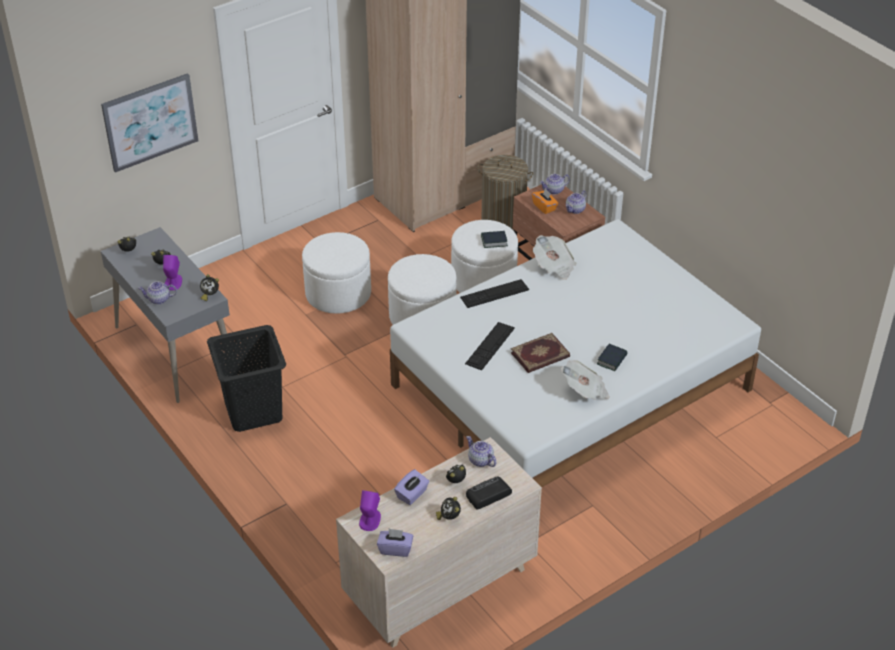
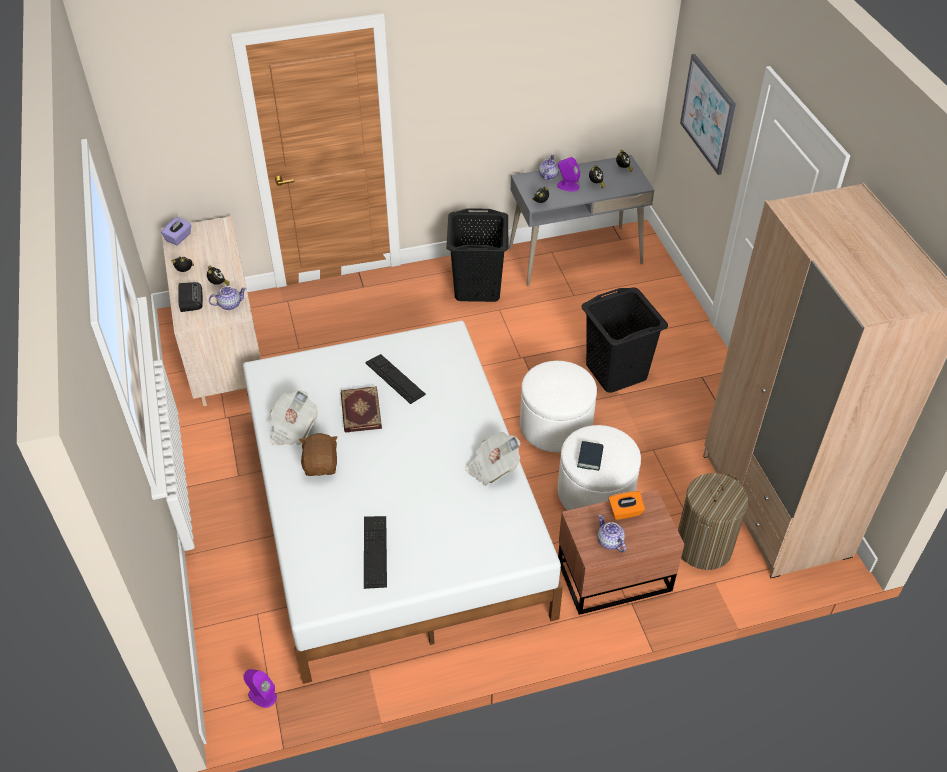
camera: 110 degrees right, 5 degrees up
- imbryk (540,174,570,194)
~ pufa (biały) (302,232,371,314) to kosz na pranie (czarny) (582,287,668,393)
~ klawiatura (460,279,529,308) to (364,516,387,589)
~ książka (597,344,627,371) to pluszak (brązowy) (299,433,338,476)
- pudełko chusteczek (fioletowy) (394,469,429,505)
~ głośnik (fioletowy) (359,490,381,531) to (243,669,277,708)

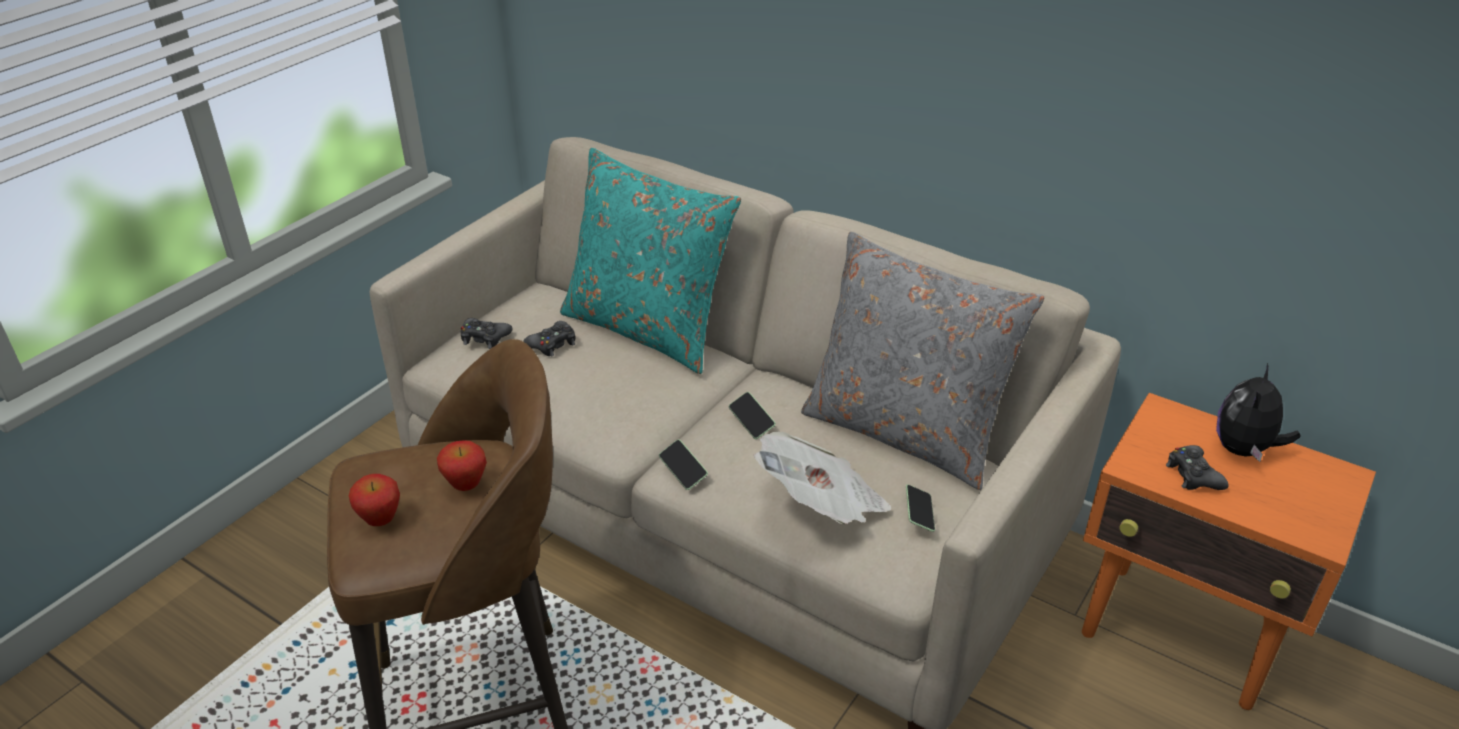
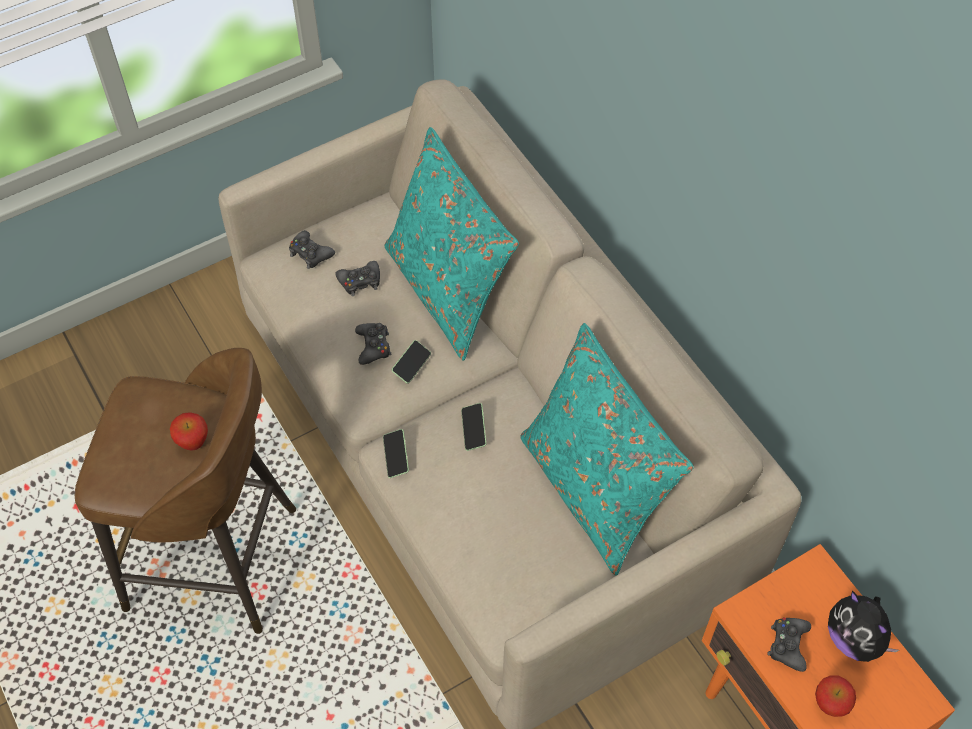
camera: 25 degrees right, 20 degrees up
~ poduszka (szary) (801,232,1044,490) to poduszka (turkusowy) (520,323,694,576)
~ pluszak (1216,363,1301,462) = (828,591,899,662) 90 degrees counterclockwise
- gazeta (754,431,891,525)
~ jabłko (349,474,400,526) to (815,675,856,717)
~ telefon (906,485,935,532) to (392,340,431,384)
+ pad do gier (czarny) (355,323,391,365)

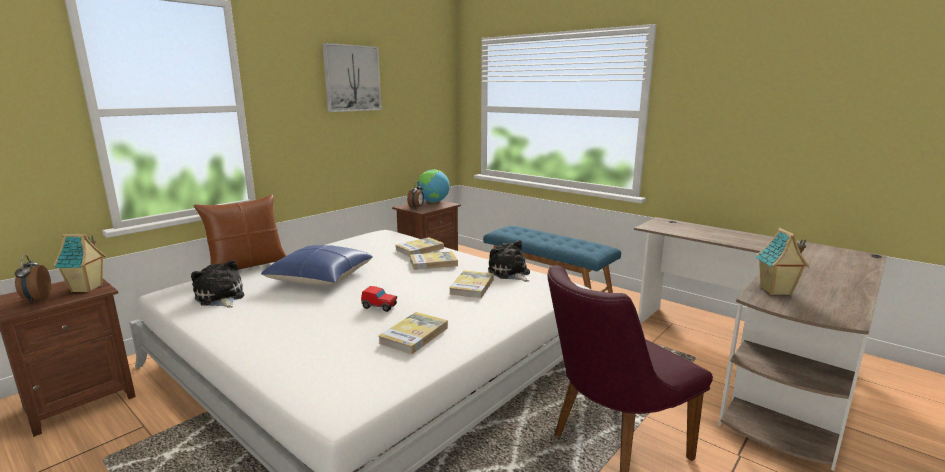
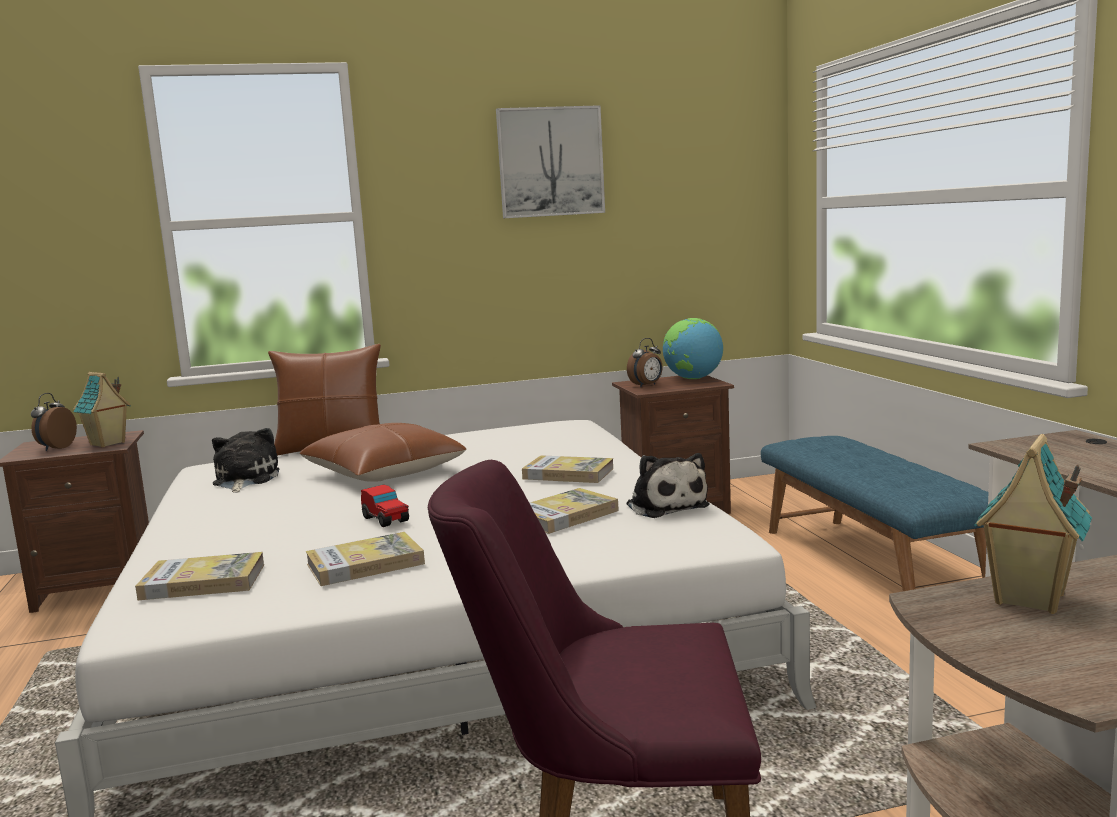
camera: 35 degrees right, 5 degrees down
~ książka (396,237,444,257) to (135,552,264,600)
~ pluszak (488,240,530,282) = (626,453,710,518) 150 degrees clockwise
~ poduszka (niebieski) (261,245,373,285) to poduszka (brązowy) (299,423,467,482)

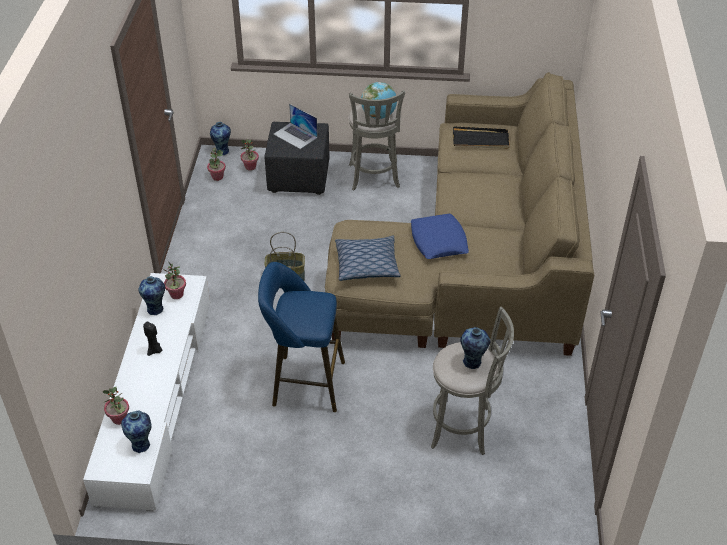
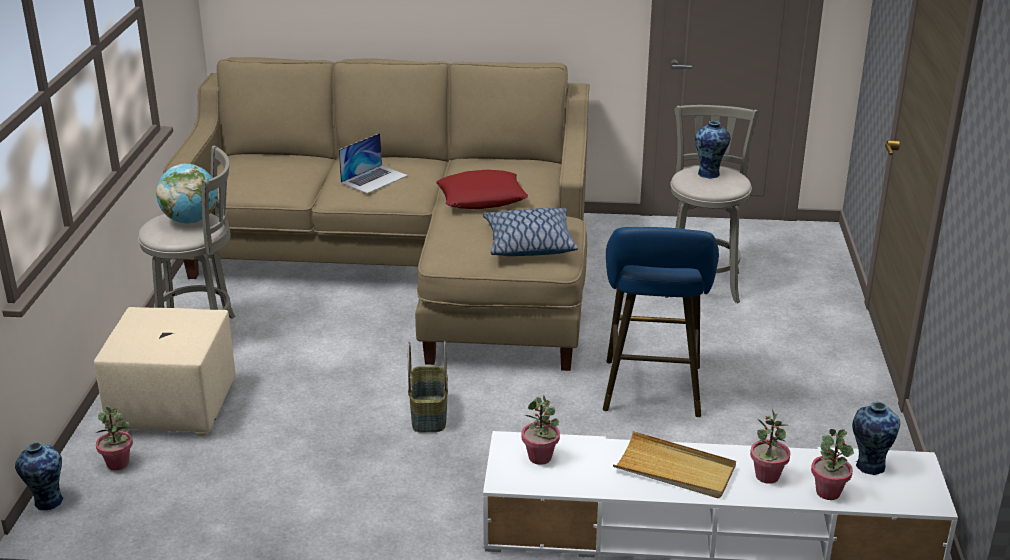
camera: 90 degrees left, 15 degrees down
~ laptop (273,104,318,149) to (339,133,408,194)
~ pufa (czarny) (264,122,329,195) to pufa (beżowy) (94,307,235,436)
- taca (czarny) (453,126,510,149)
~ roślina doniczkowa (207,148,226,181) to (750,409,791,484)
~ poduszka (niebieski) (411,214,469,259) to poduszka (czerwony) (436,170,528,209)
- wazon (138,276,165,315)
~ świeca (czarny) (143,322,162,356) to taca (beżowy) (613,431,736,498)

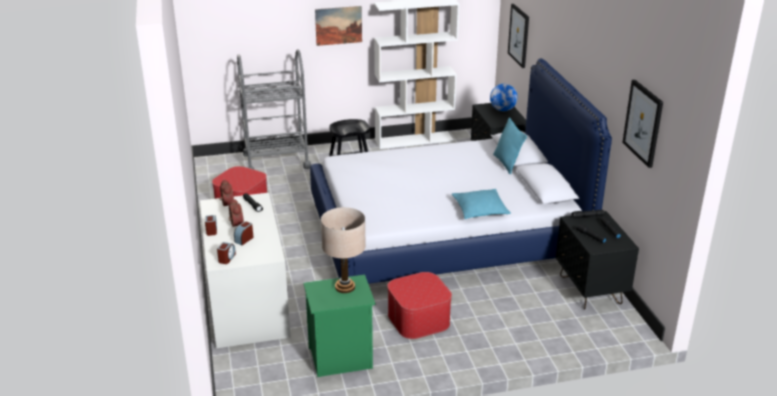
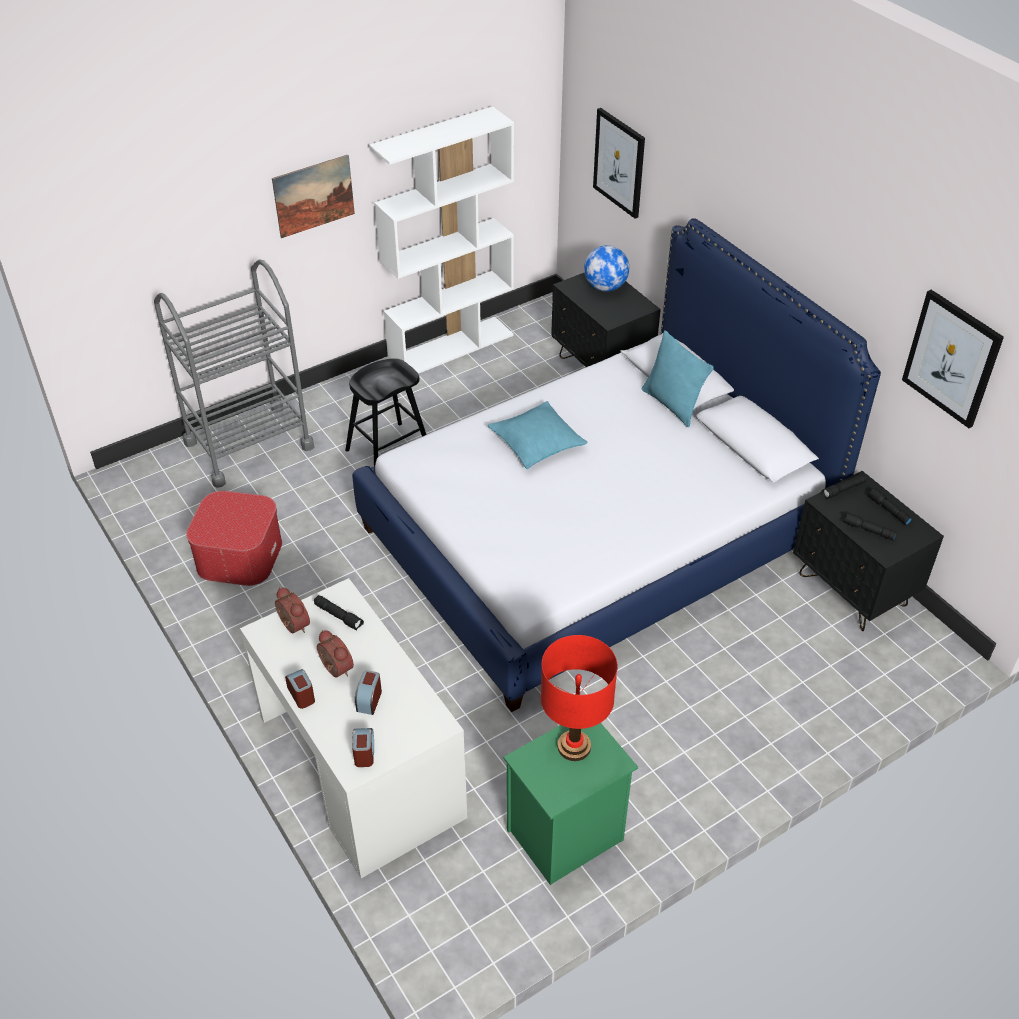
camera: 20 degrees left, 15 degrees up
~ poduszka (turkusowy) (452,189,511,219) to (488,401,588,469)
~ lampa stołowa (beżowy) (321,207,366,293) to lampa stołowa (czerwony) (541,635,618,761)
- pufa (387,272,452,339)

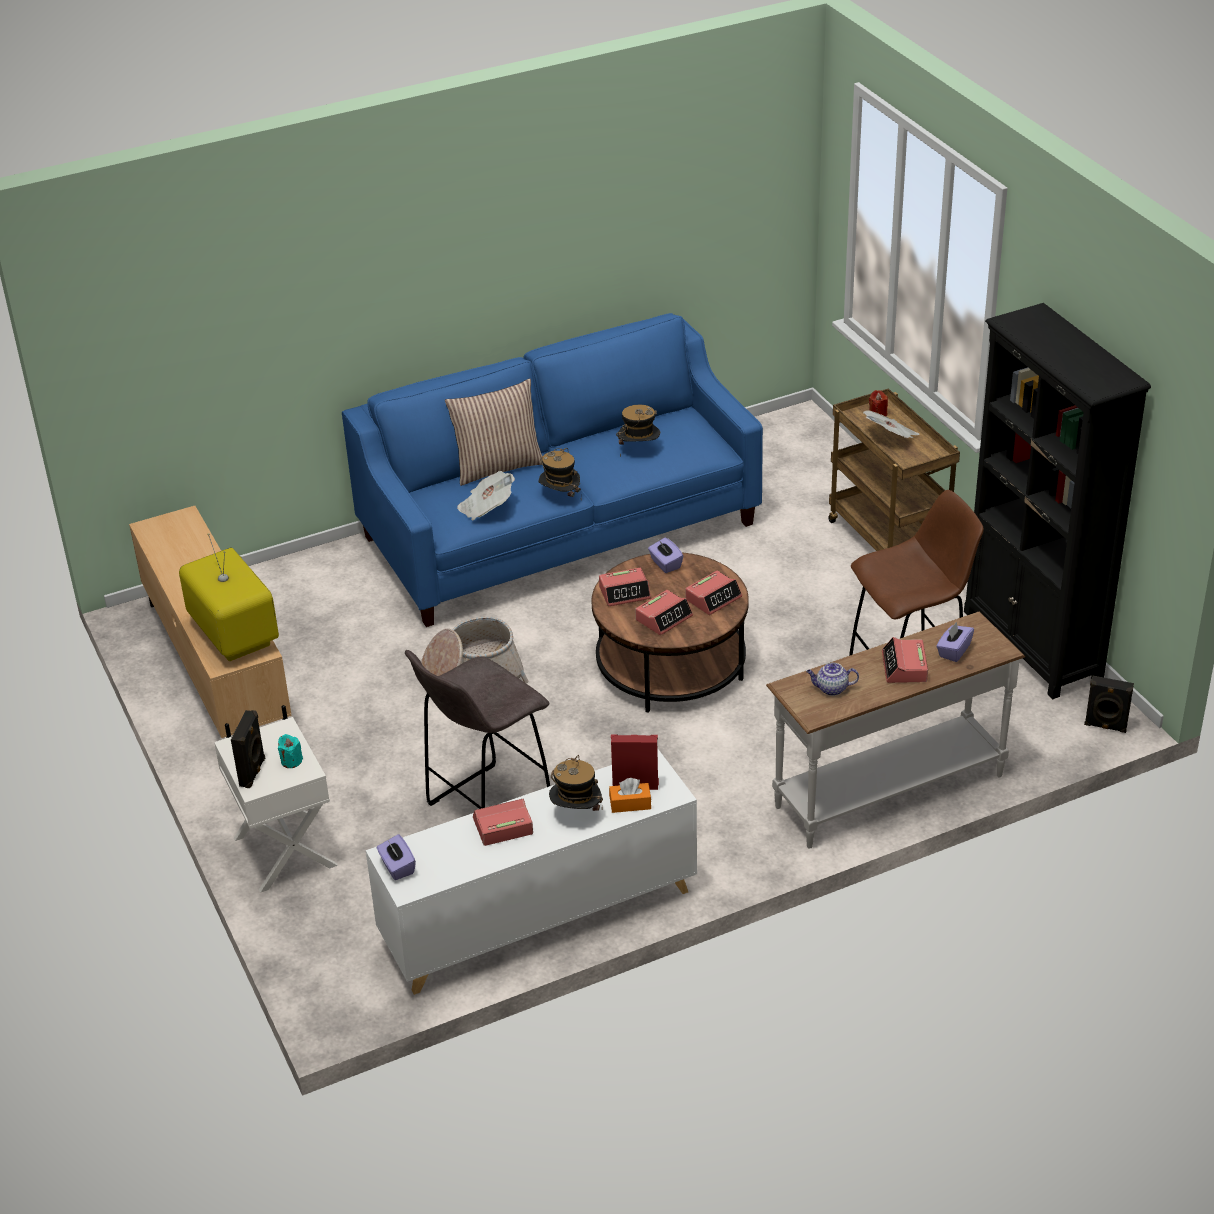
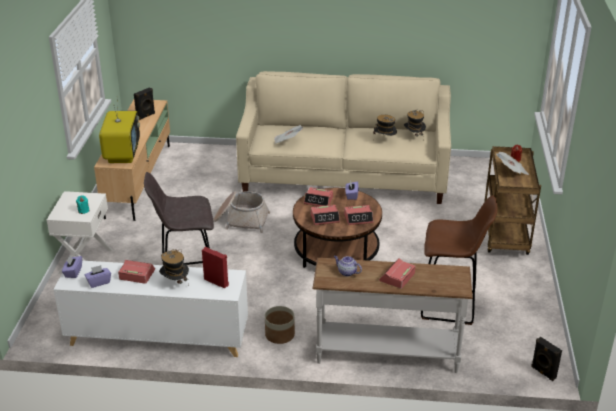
camera: 30 degrees right, 5 degrees down
- regał (czarny) (964,303,1151,699)
~ kanapa (niebieski) (342,313,763,627) to kanapa (beżowy) (236,71,451,204)
- poduszka (445,379,542,486)
~ kapelusz (539,448,581,497) to (404,110,426,137)
~ pudełko chusteczek (fioletowy) (936,622,974,662) to (85,265,111,288)
~ głośnik (czarny) (231,710,265,788) to (134,87,155,120)
- pudełko chusteczek (pomarańczowy) (609,778,651,813)
+ donica (265,306,295,344)

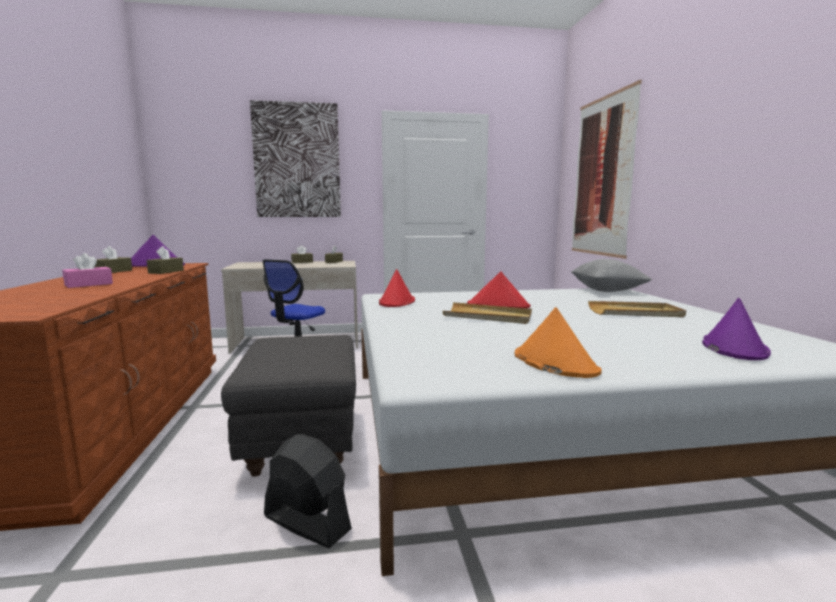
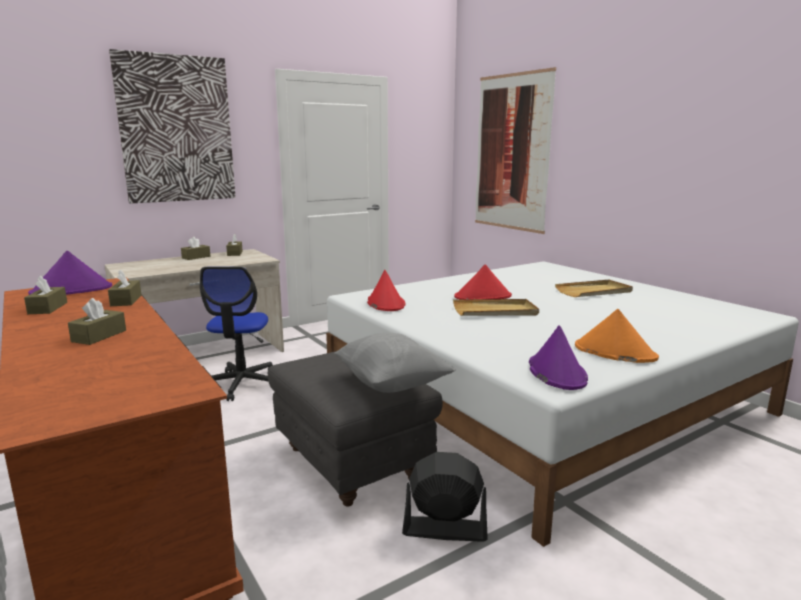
camera: 25 degrees left, 5 degrees up
~ pudełko chusteczek (różowy) (62,253,113,288) to pudełko chusteczek (brązowy) (68,298,126,345)
~ poduszka (szary) (571,259,652,292) to (335,333,455,393)
~ kapelusz (fioletowy) (702,298,771,360) to (529,325,588,390)

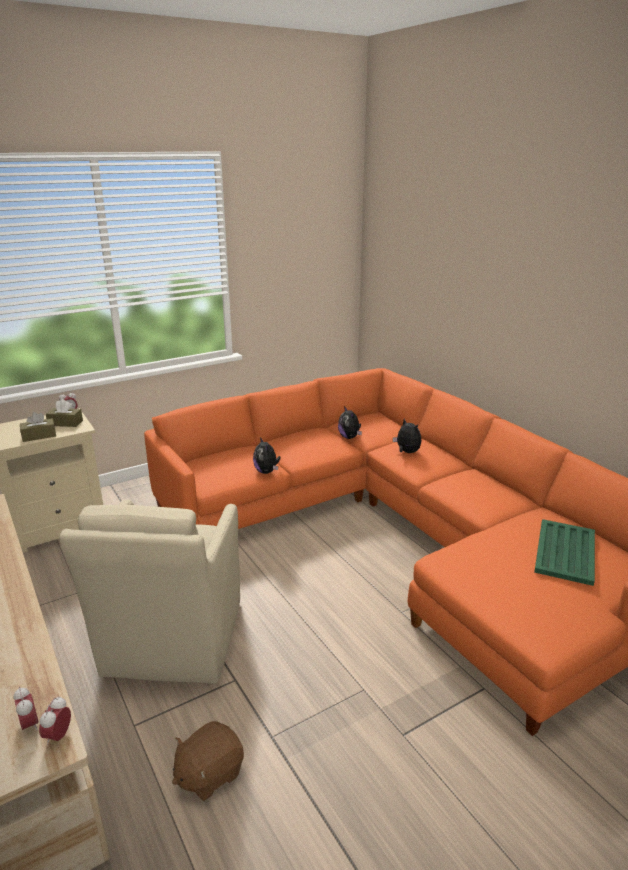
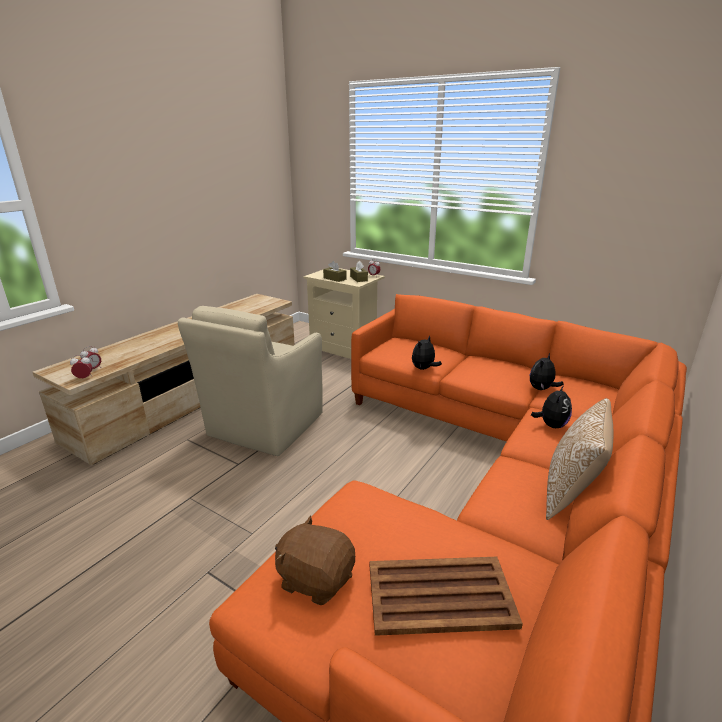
camera: 65 degrees right, 0 degrees up
~ fotel (beżowy) (59,500,240,684) = (178,306,323,456) 45 degrees counterclockwise
~ taca (zielony) (534,519,595,586) to taca (brązowy) (370,557,523,636)
~ pluszak (brązowy) (172,721,244,801) to (275,516,355,605)
+ poduszka (546,398,614,520)

